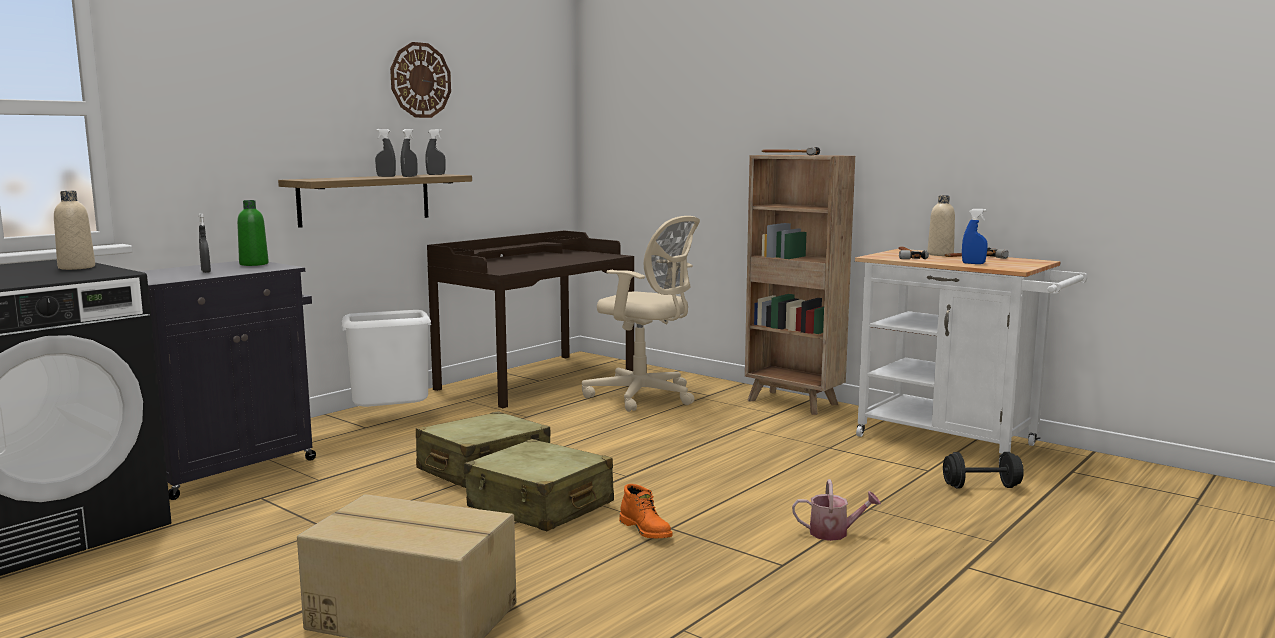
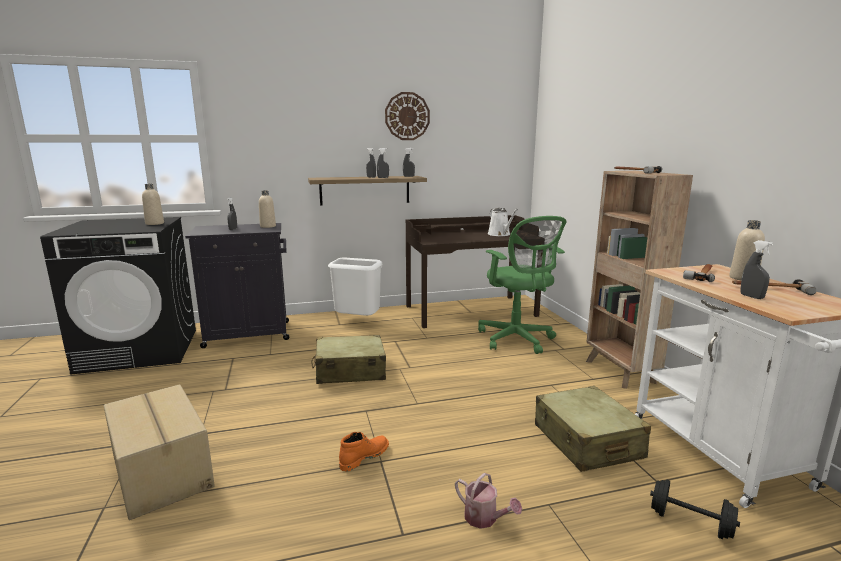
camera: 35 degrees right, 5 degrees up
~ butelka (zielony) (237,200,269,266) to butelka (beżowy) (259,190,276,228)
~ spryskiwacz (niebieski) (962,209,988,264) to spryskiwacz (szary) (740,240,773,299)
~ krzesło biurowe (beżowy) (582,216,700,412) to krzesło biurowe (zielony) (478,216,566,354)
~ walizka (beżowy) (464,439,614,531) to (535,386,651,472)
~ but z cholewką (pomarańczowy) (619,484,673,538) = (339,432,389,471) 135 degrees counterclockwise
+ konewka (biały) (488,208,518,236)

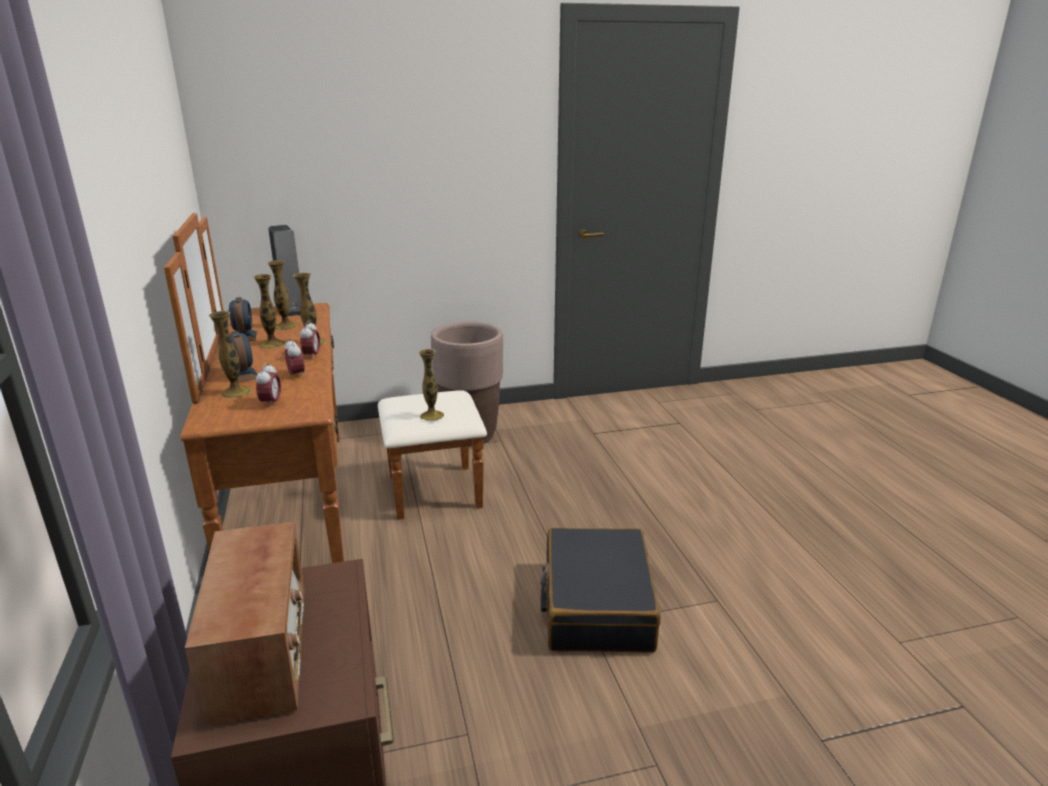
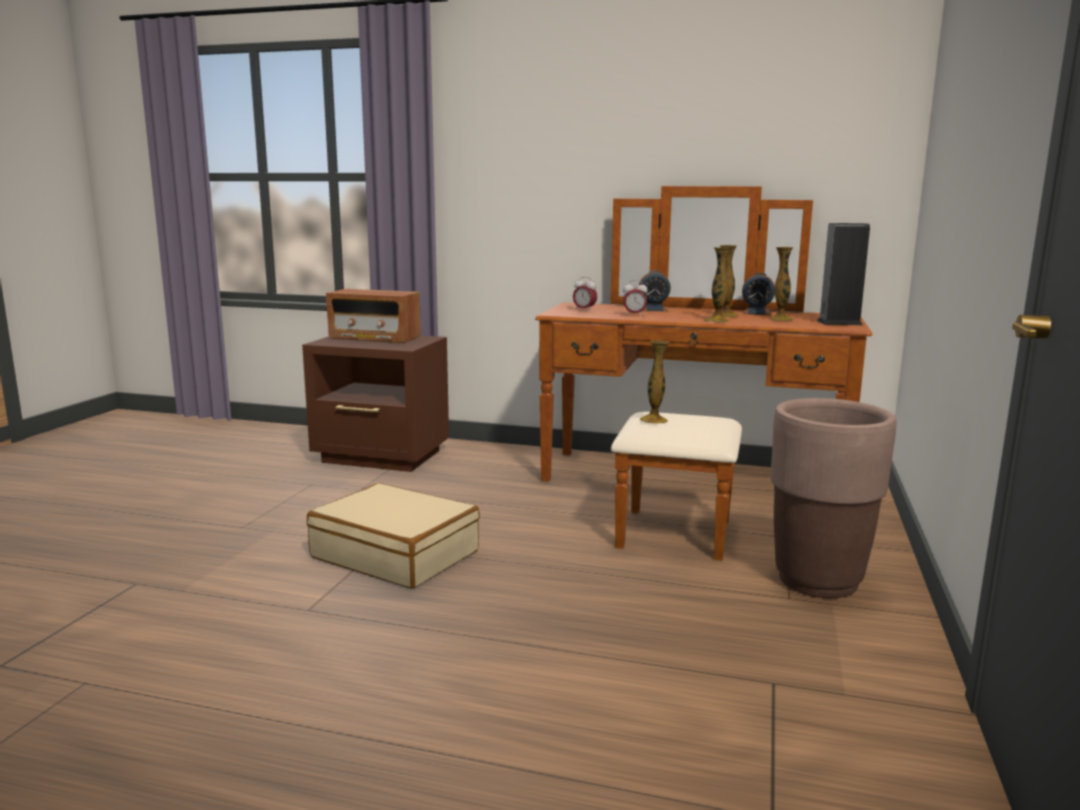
camera: 120 degrees right, 10 degrees down
- wazon (209,311,252,398)
- budzik (300,320,320,360)
~ walizka (czarny) (540,528,661,653) to walizka (beżowy) (307,483,480,589)

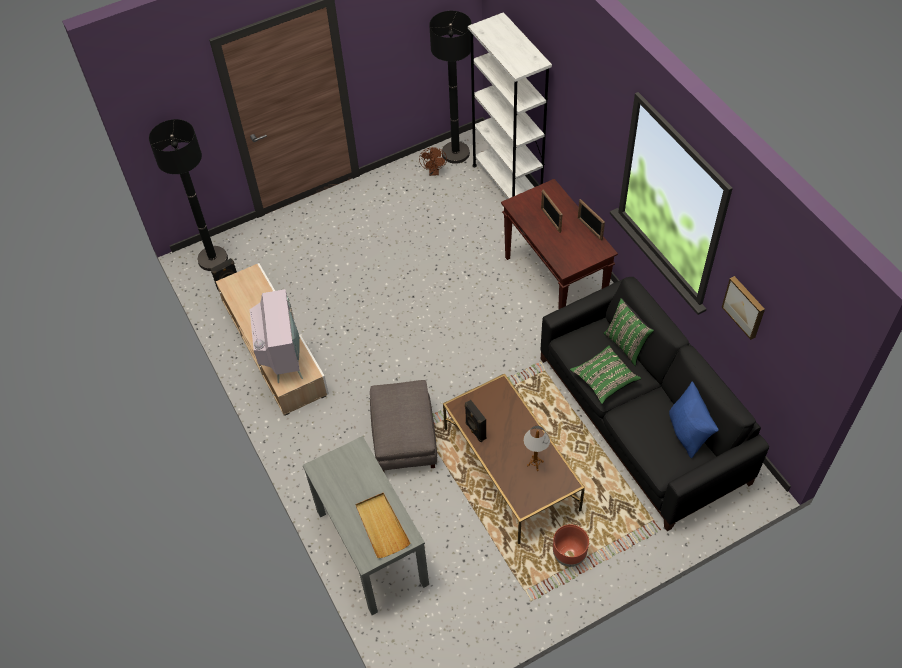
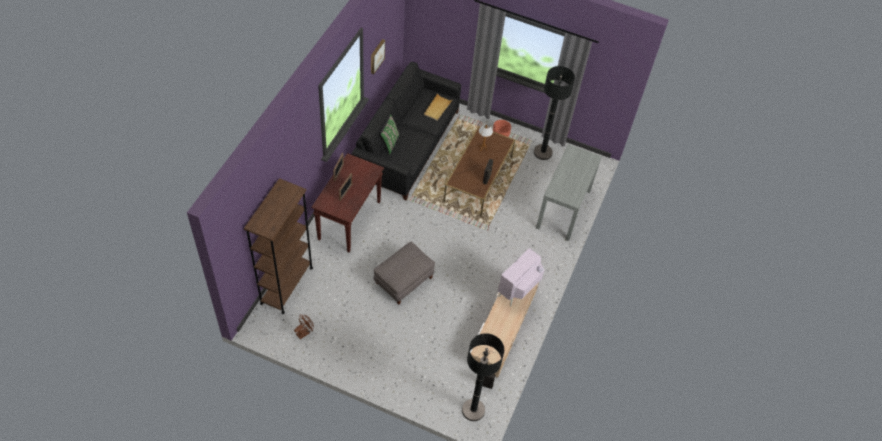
camera: 135 degrees left, 0 degrees up
~ lampa stojąca (czarny) (429,11,472,164) to (534,66,575,160)
~ regał (biały) (468,12,552,199) to regał (brązowy) (244,178,313,314)
- poduszka (zielony) (570,345,641,404)
~ pufa (szary) (370,380,437,473) to (374,242,435,304)
- poduszka (niebieski) (669,381,718,458)
~ taca (beżowy) (356,493,411,558) to (424,93,452,121)

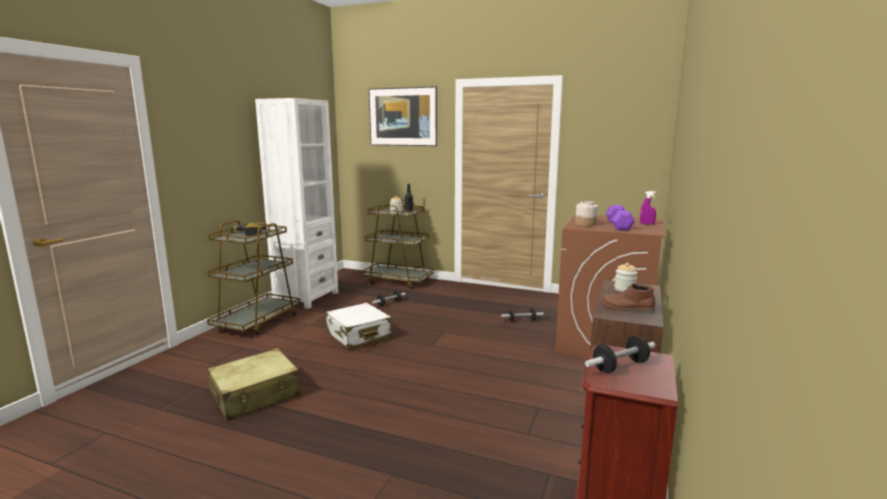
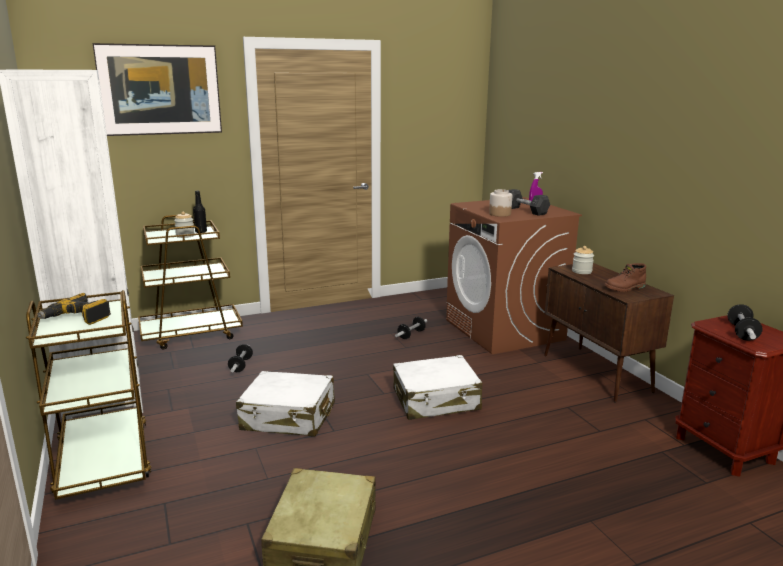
camera: 45 degrees left, 5 degrees up
~ hantel (fioletowy) (605,205,635,230) to hantel (szary) (508,189,550,216)
+ walizka (biały) (393,355,482,420)

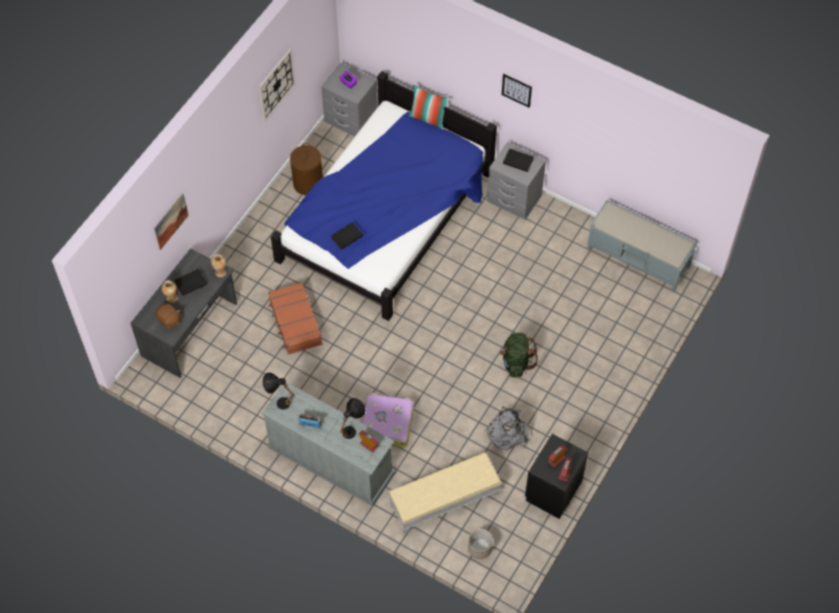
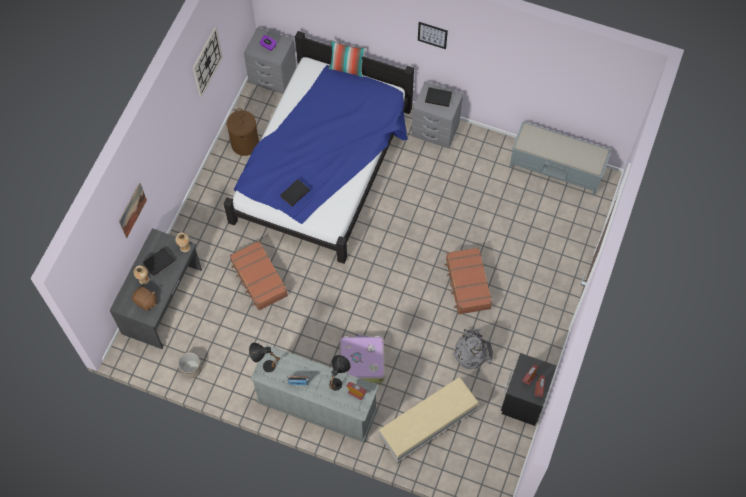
camera: 10 degrees left, 5 degrees up
~ plecak (zielony) (500,333,538,377) to walizka (brązowy) (445,247,492,315)
~ donica (468,529,493,559) to (178,352,202,379)

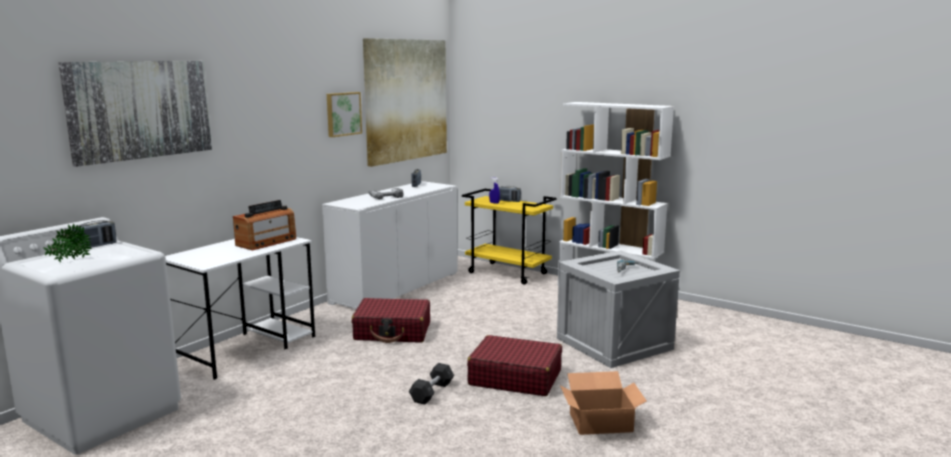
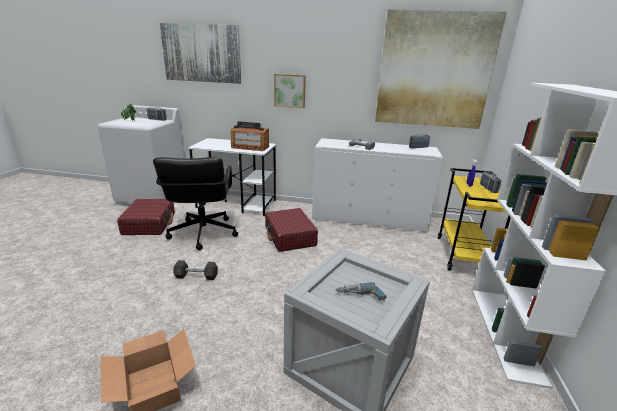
camera: 65 degrees right, 10 degrees up
~ obraz (327,92,362,137) to (274,74,306,108)
~ walizka (czerwony) (467,335,562,396) to (117,199,175,235)
+ krzesło biurowe (czarny) (153,157,238,250)

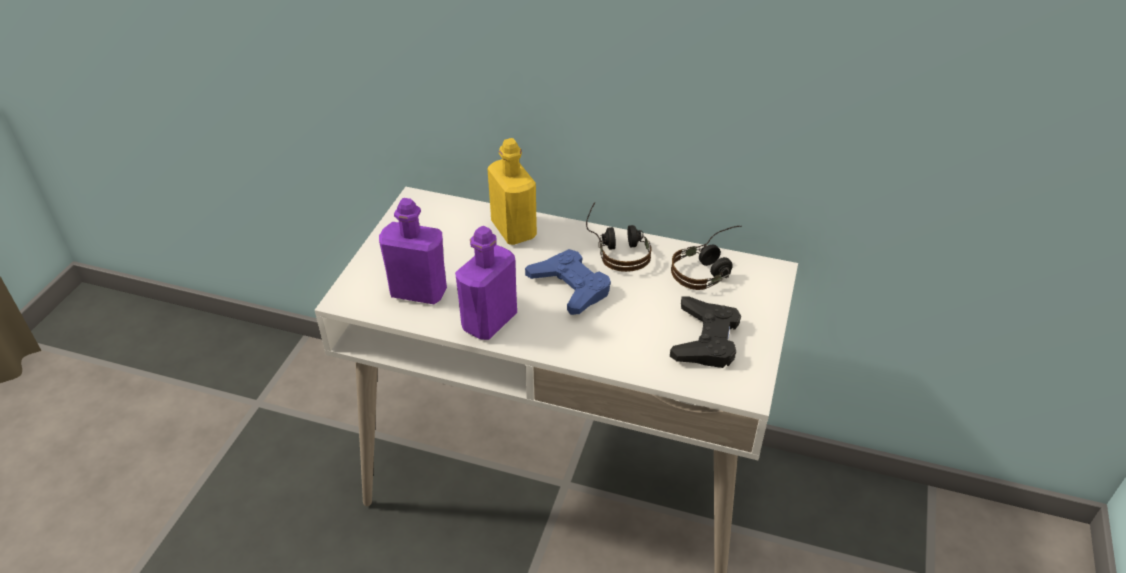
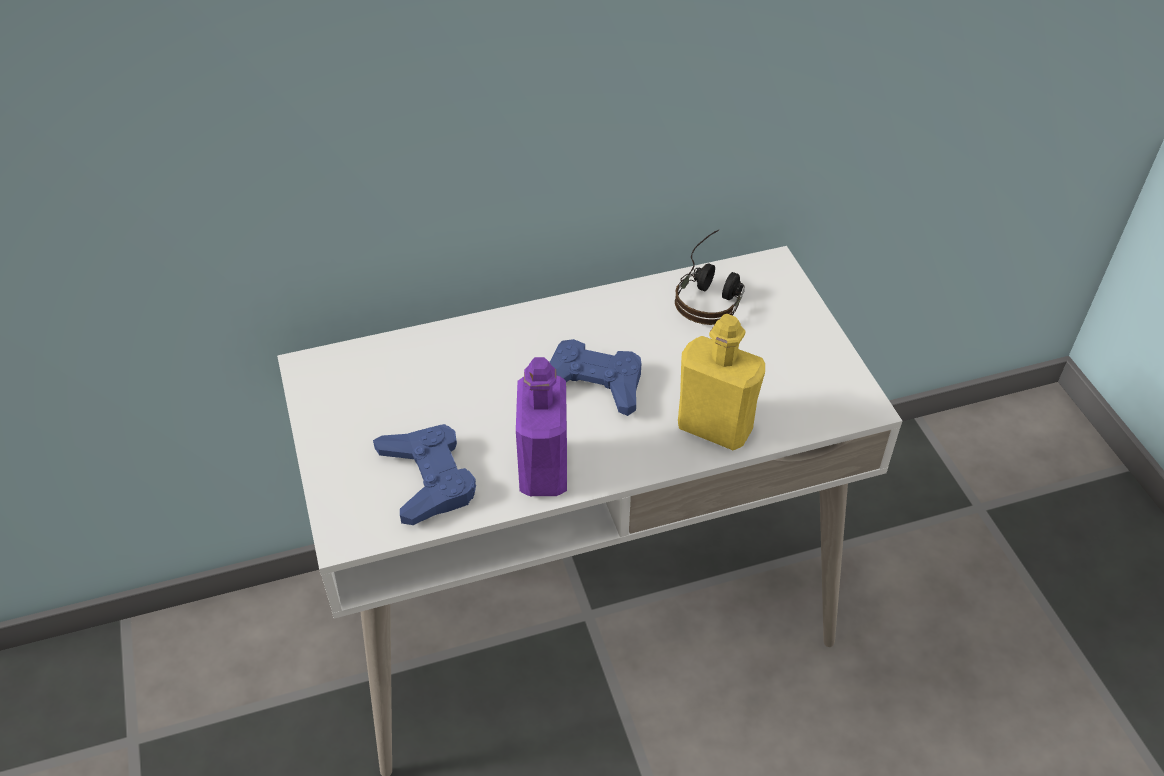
camera: 35 degrees left, 5 degrees up
~ butelka (żółty) (487,138,537,245) to (678,314,765,450)
~ butelka (fioletowy) (379,198,447,304) to pad do gier (niebieski) (373,424,476,525)
- słuchawki (586,202,652,272)
- pad do gier (czarny) (670,296,741,368)

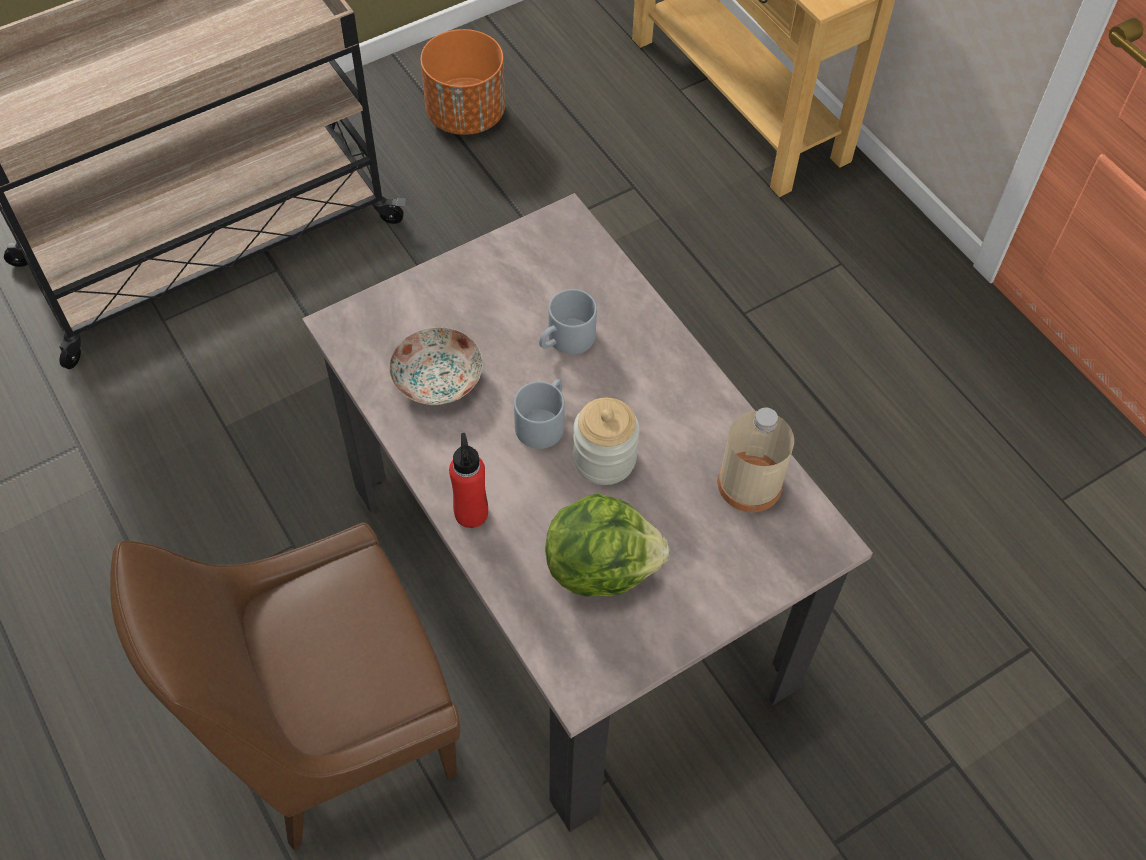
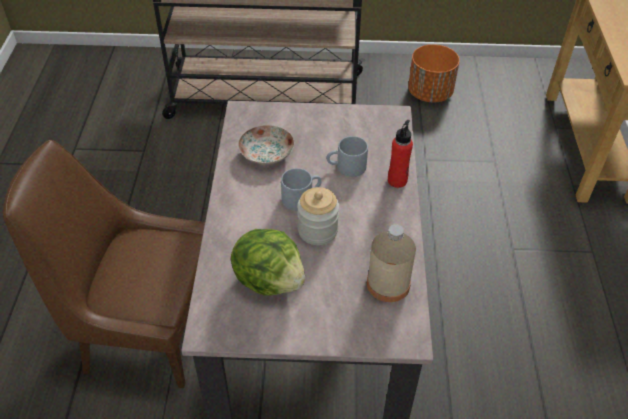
camera: 35 degrees right, 10 degrees down
~ butelka (czerwony) (449,433,488,528) to (388,120,413,188)

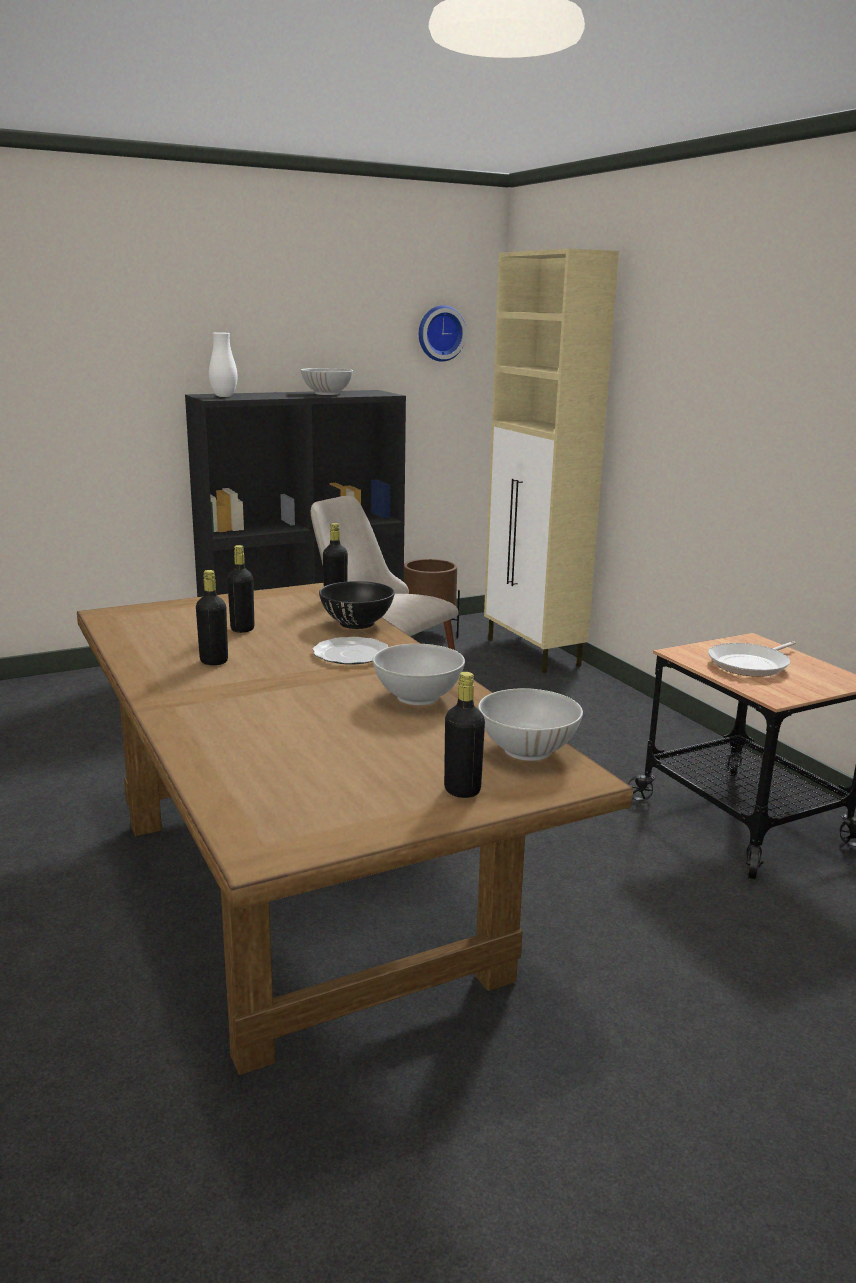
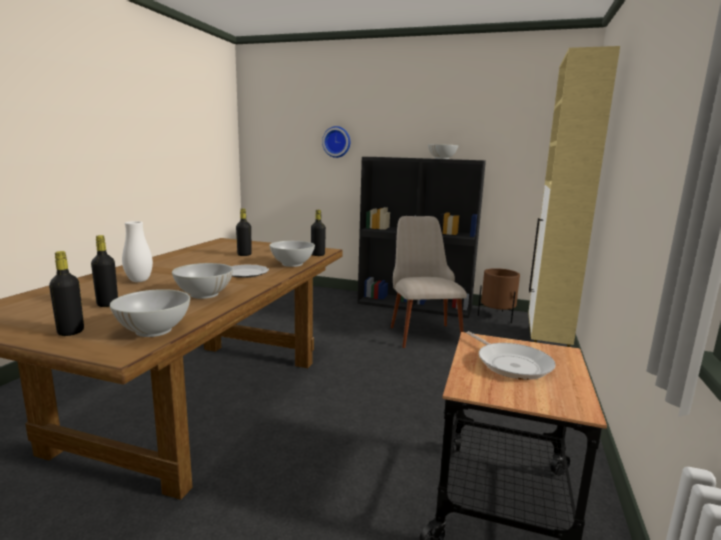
camera: 45 degrees right, 5 degrees down
~ zegar ścienny (419,305,466,362) to (322,126,350,158)
~ wazon (biały) (209,333,238,397) to (122,221,153,282)
~ butelka (czarny) (196,570,228,665) to (91,235,118,307)
~ miska (czarny) (319,581,395,629) to miska (biały) (269,241,315,267)
~ patelnia (708,641,796,677) = (467,331,556,380) 120 degrees counterclockwise

